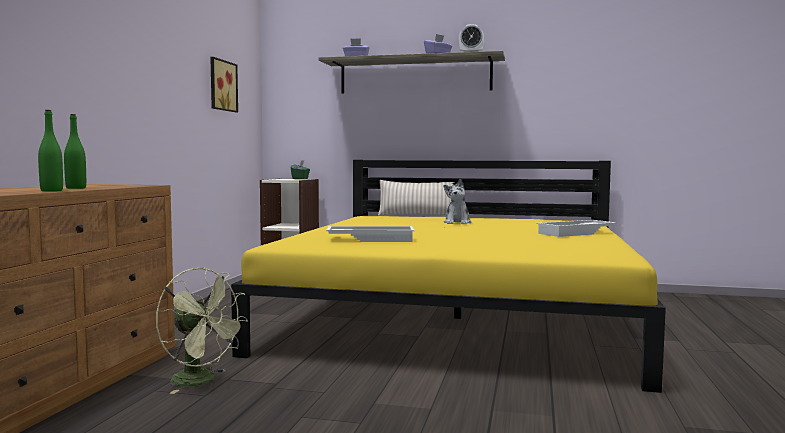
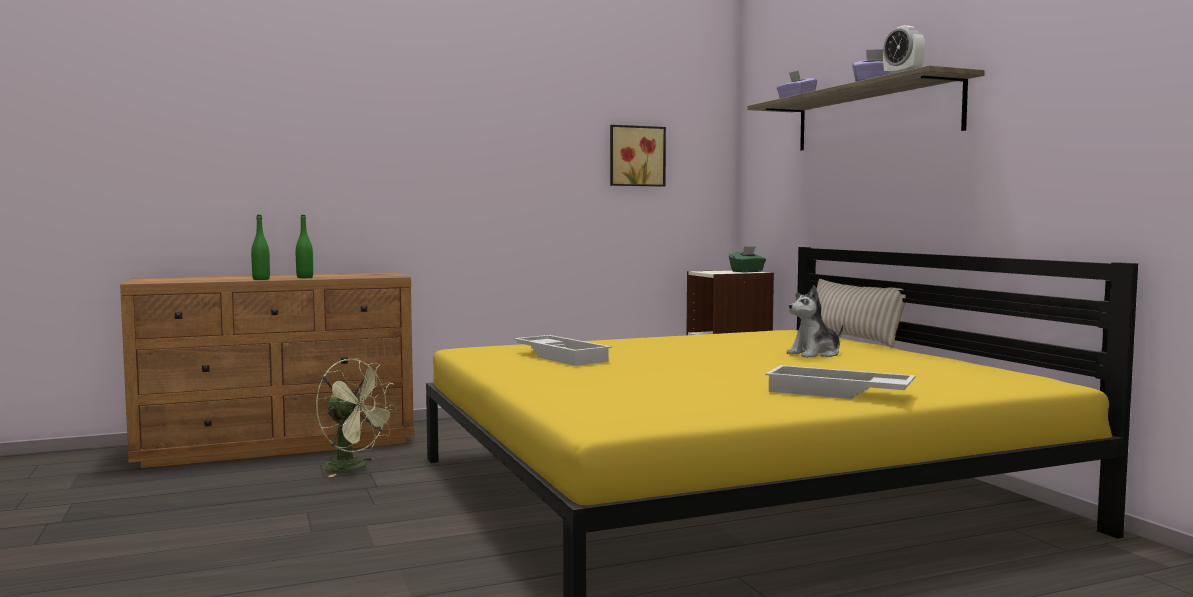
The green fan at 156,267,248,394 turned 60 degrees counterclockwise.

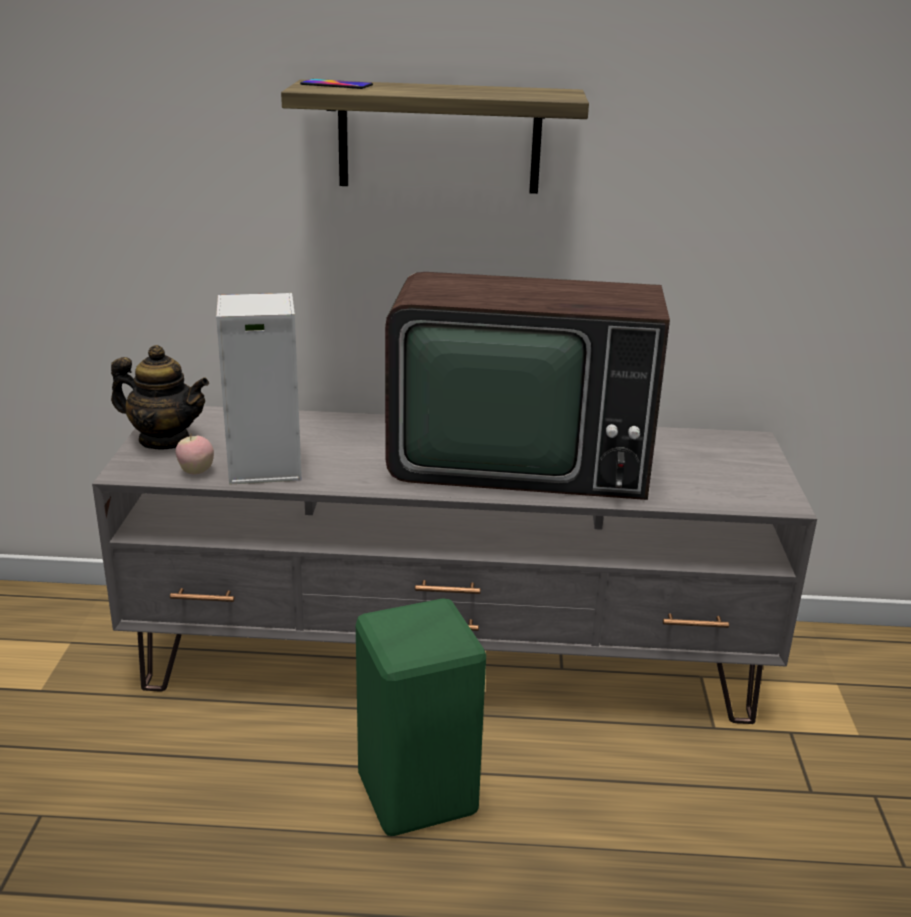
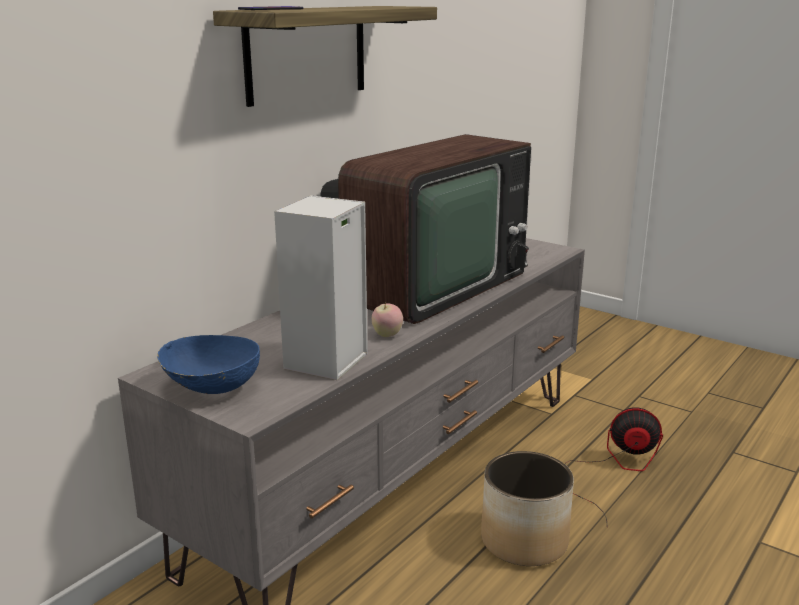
The teapot at 111,345,209,449 was replaced by the blue bowl at 157,335,260,394.
The apple moved from 176,435,214,474 to 372,301,403,337.
The green stool at 356,598,486,836 was replaced by the planter at 481,451,574,566.
The fan at 565,407,663,527 appeared.

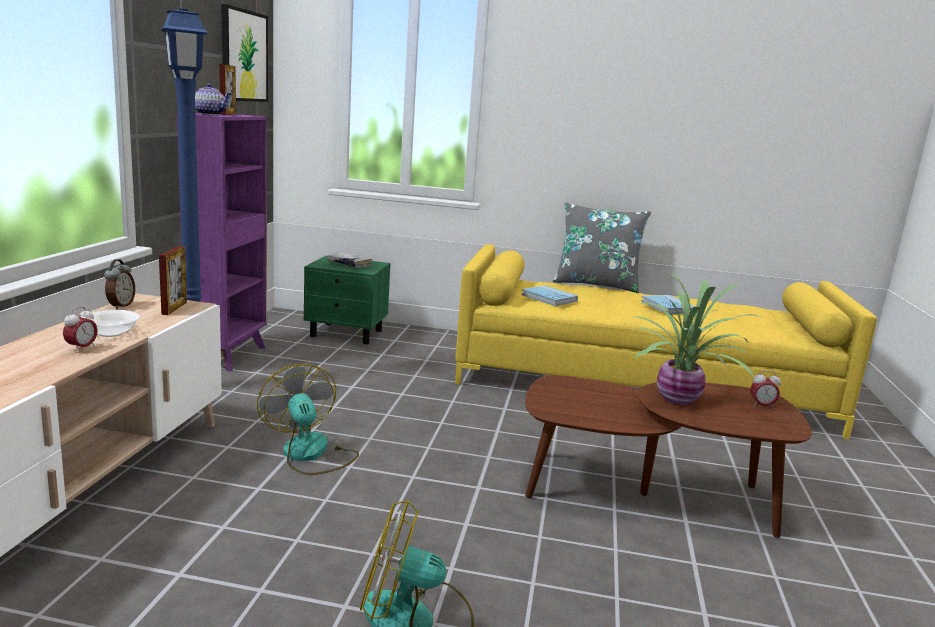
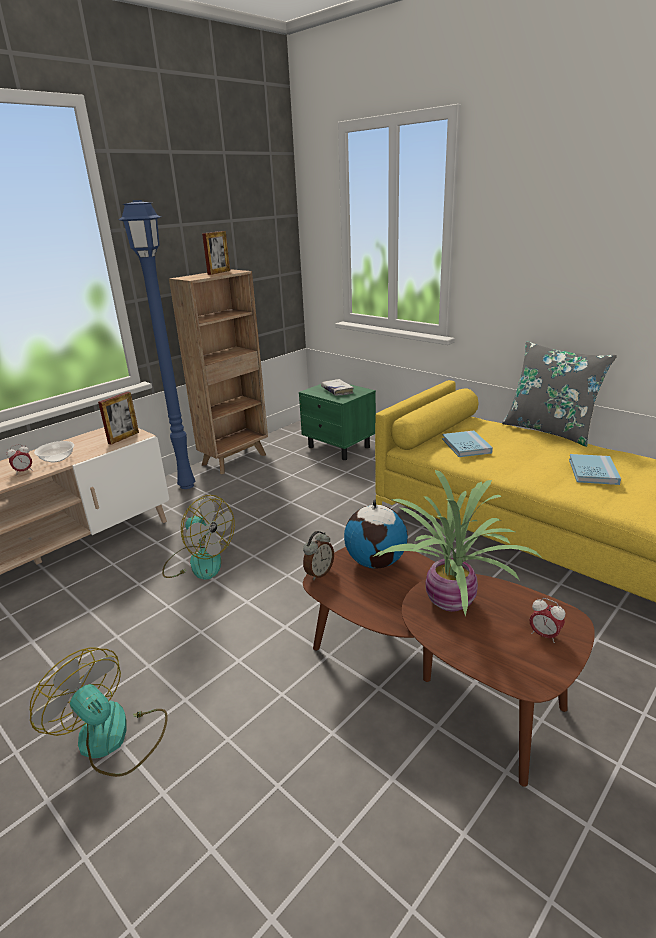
The alarm clock moved from 104,259,135,309 to 303,531,334,580.
The purple bookcase at 177,113,267,371 became the brown bookcase at 169,269,268,474.
The teapot at 195,84,233,115 disappeared.
The picture at 221,4,268,102 disappeared.
The fan at 257,364,359,475 turned 120 degrees clockwise.
The globe at 344,499,408,569 appeared.

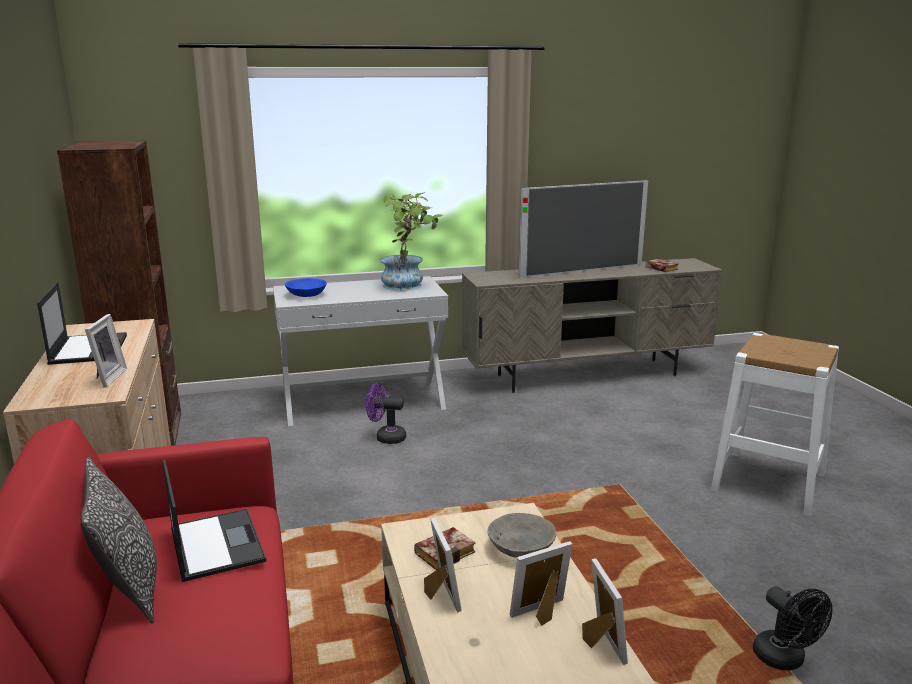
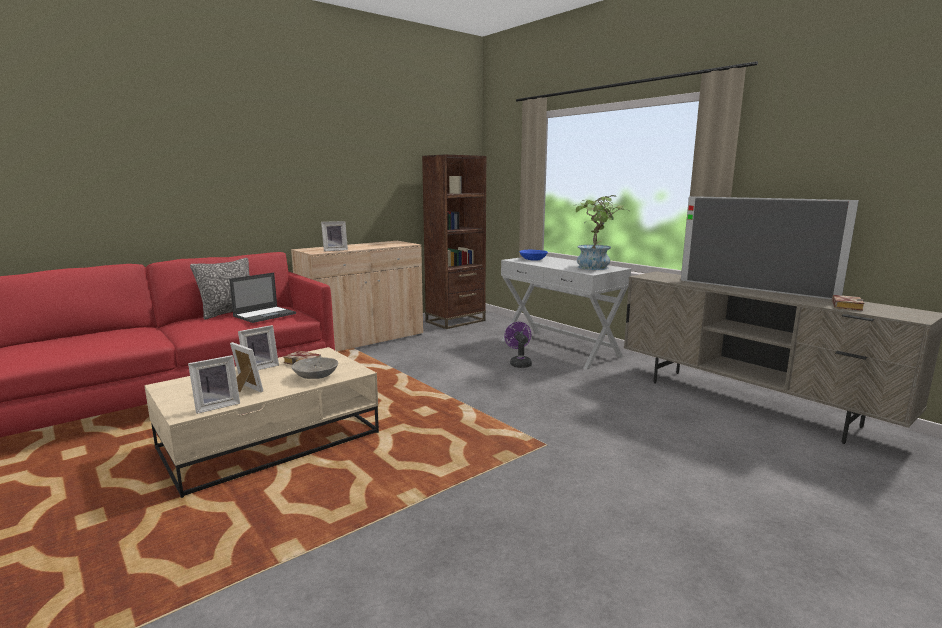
The laptop at 37,282,127,365 disappeared.
The white stool at 711,333,839,516 disappeared.
The black fan at 753,586,832,671 disappeared.

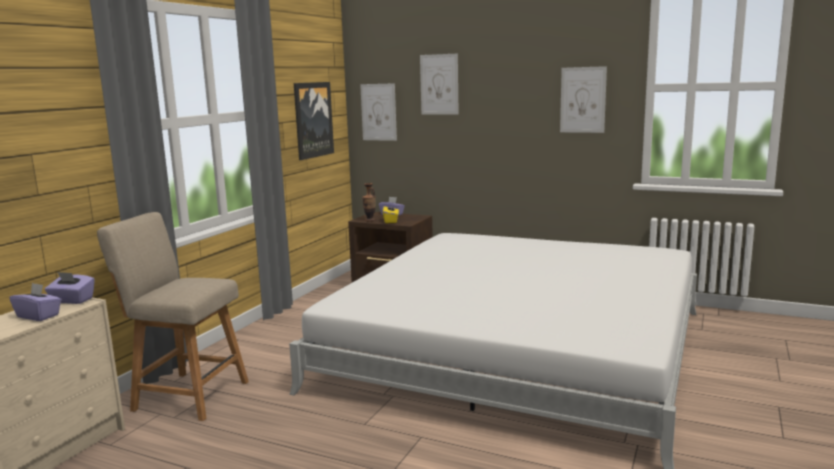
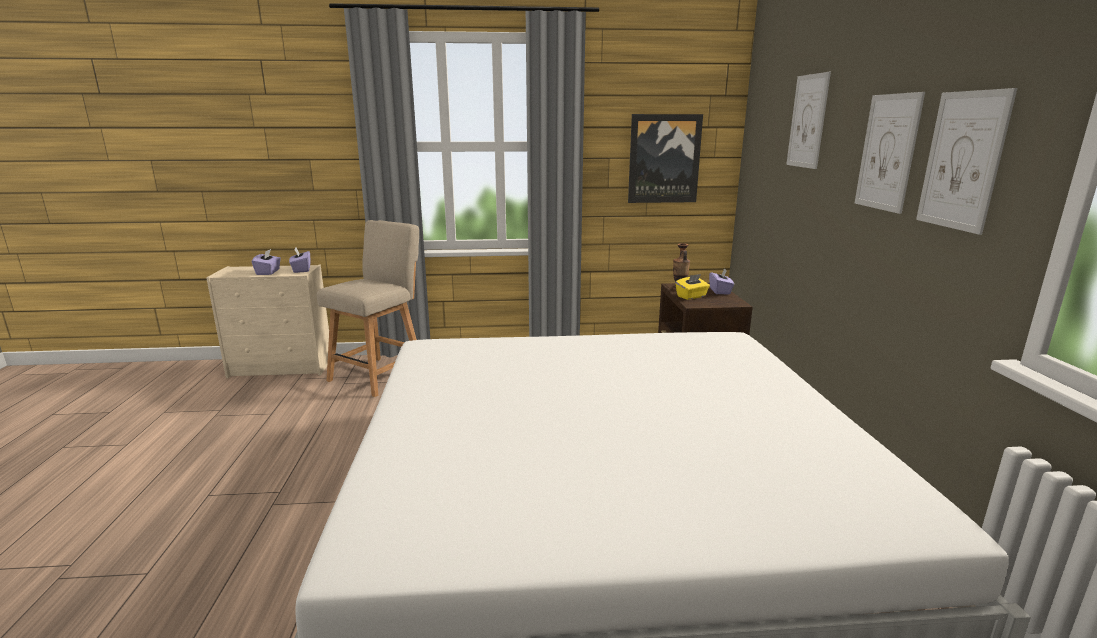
The beige chair at 97,212,249,421 turned 45 degrees clockwise.
The picture moved from 360,83,397,141 to 855,92,925,214.

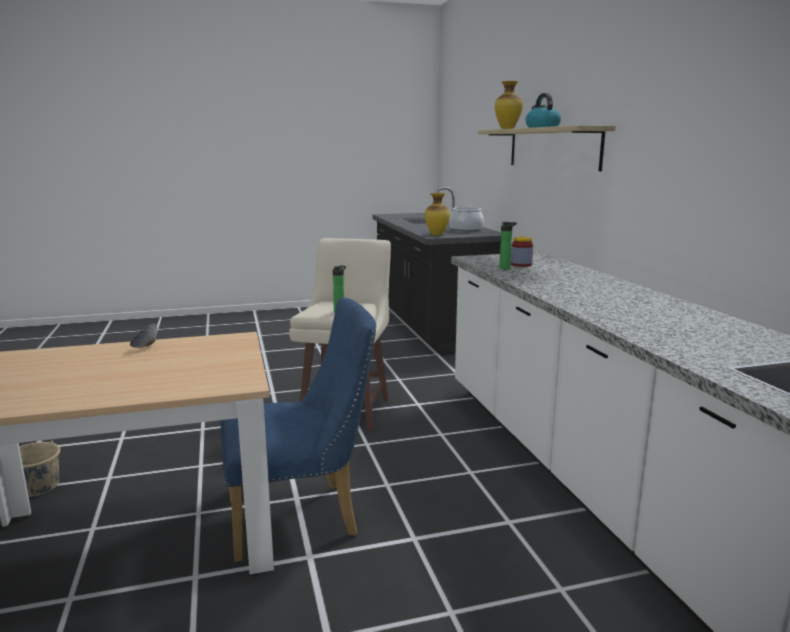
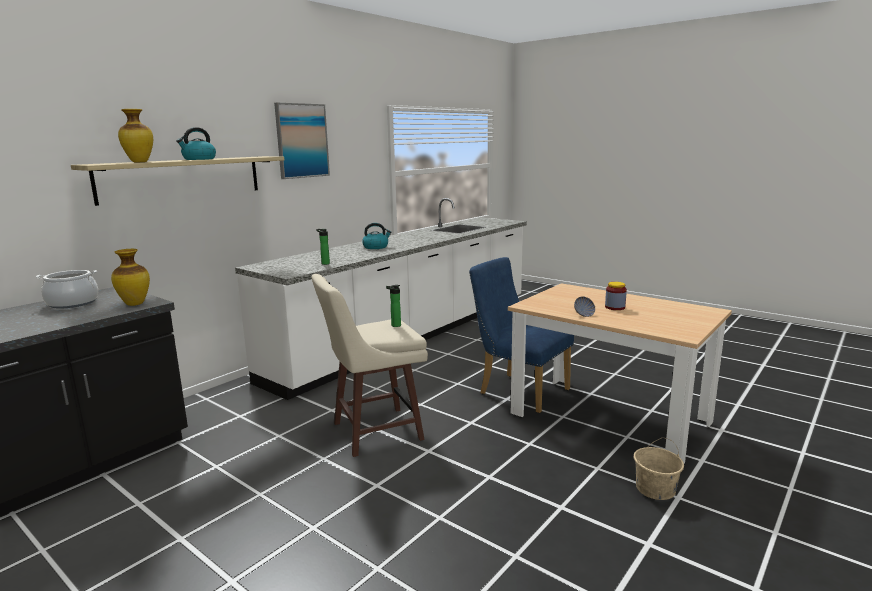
The jar moved from 511,237,533,267 to 605,282,627,310.
The picture at 274,103,330,179 appeared.
The kettle at 362,223,392,249 appeared.

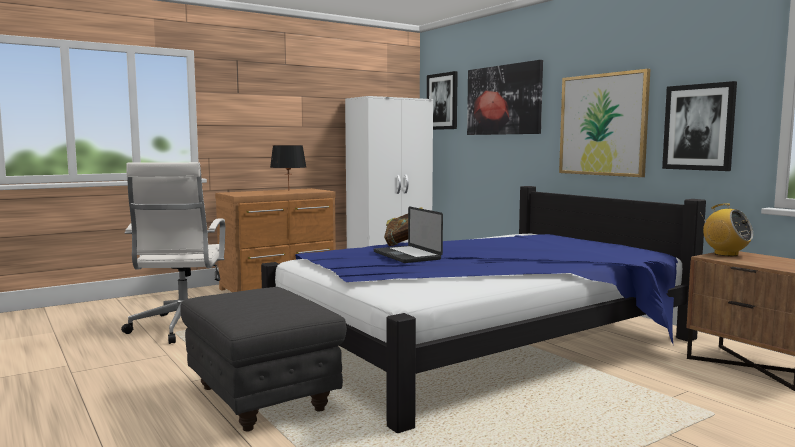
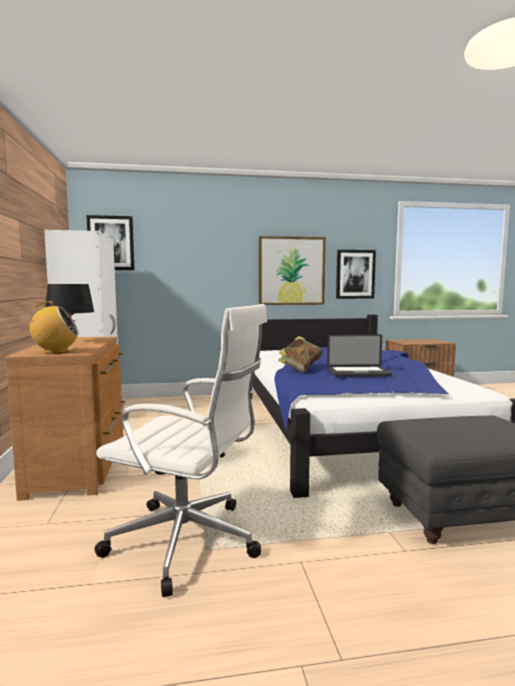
The picture at 467,60,543,135 disappeared.
The radio moved from 700,203,753,256 to 24,301,79,354.

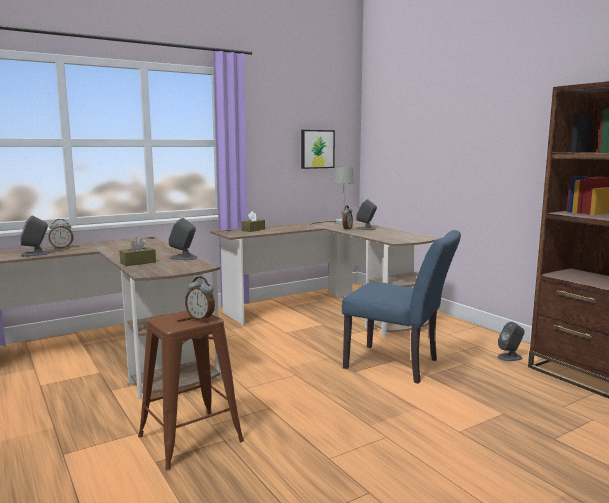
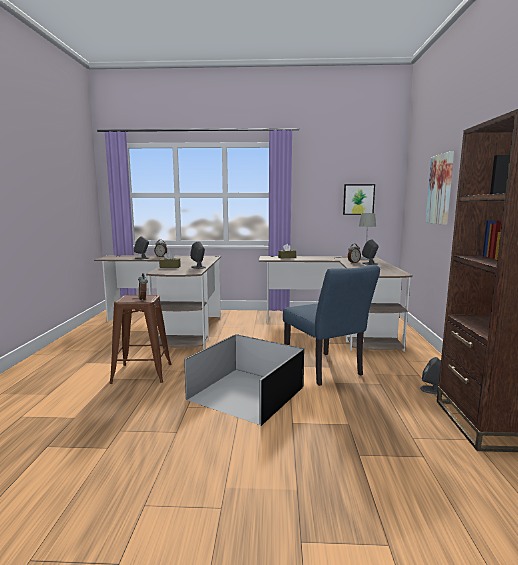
The black storage box at 184,334,304,426 appeared.
The picture at 426,151,454,225 appeared.

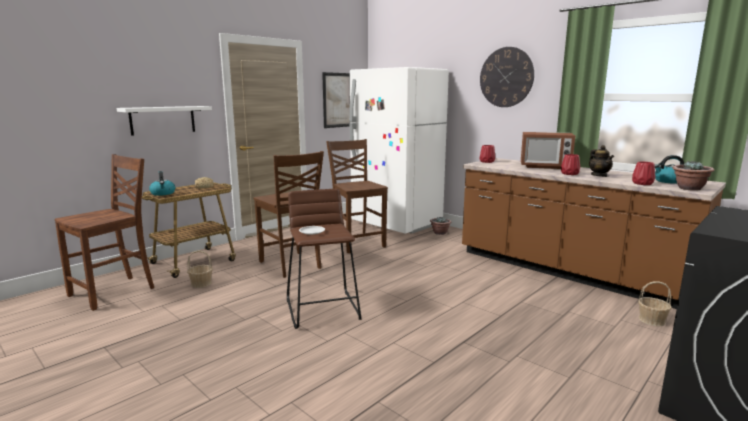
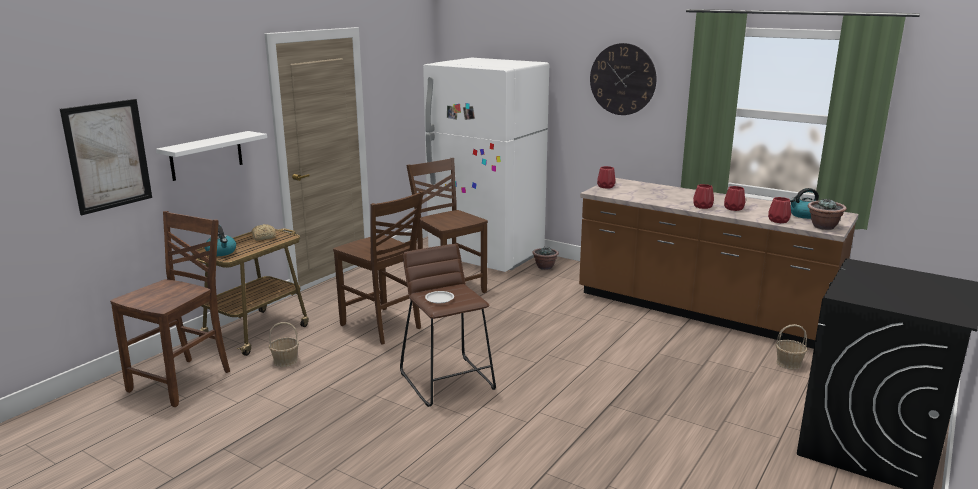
The picture moved from 322,72,350,128 to 60,99,152,215.
The microwave at 521,132,575,169 disappeared.
The teapot at 589,145,614,177 was replaced by the red vase at 724,186,745,211.

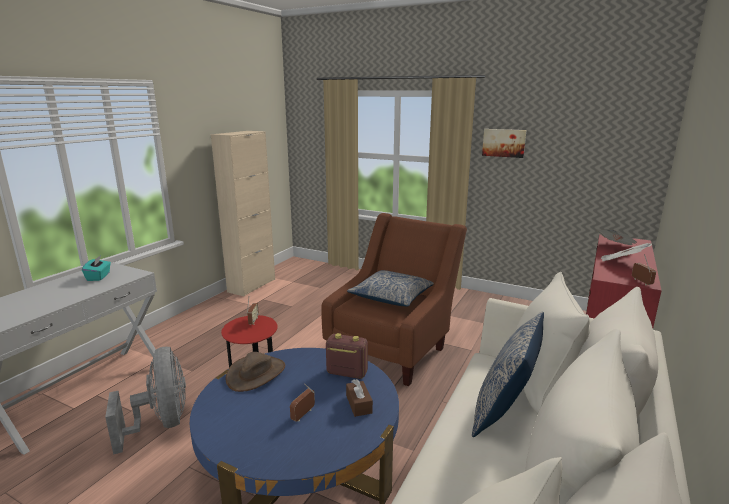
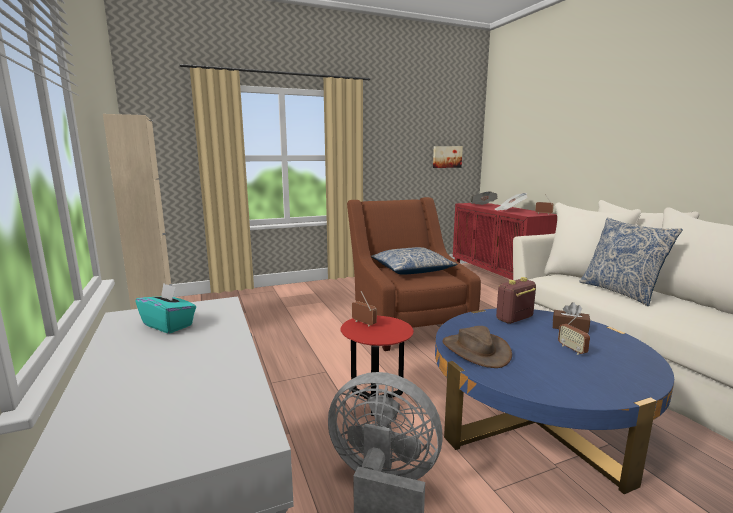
The picture moved from 482,129,526,158 to 433,146,463,168.

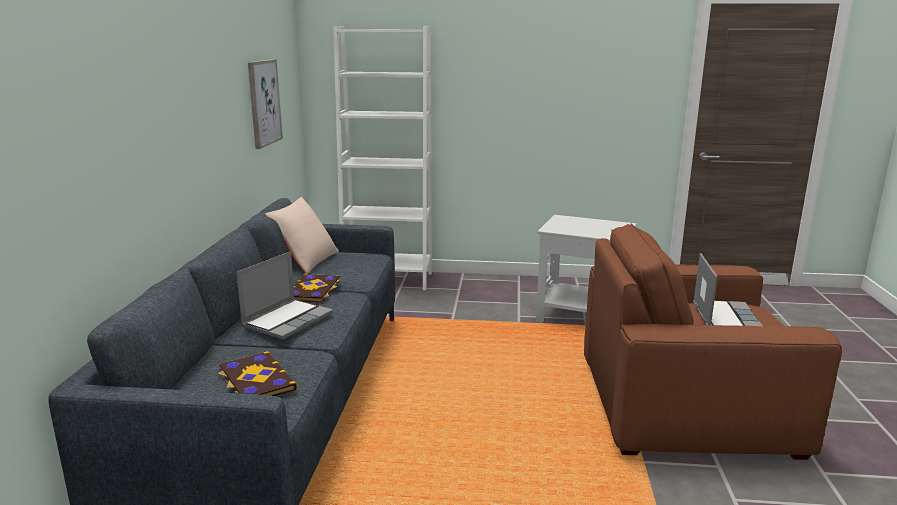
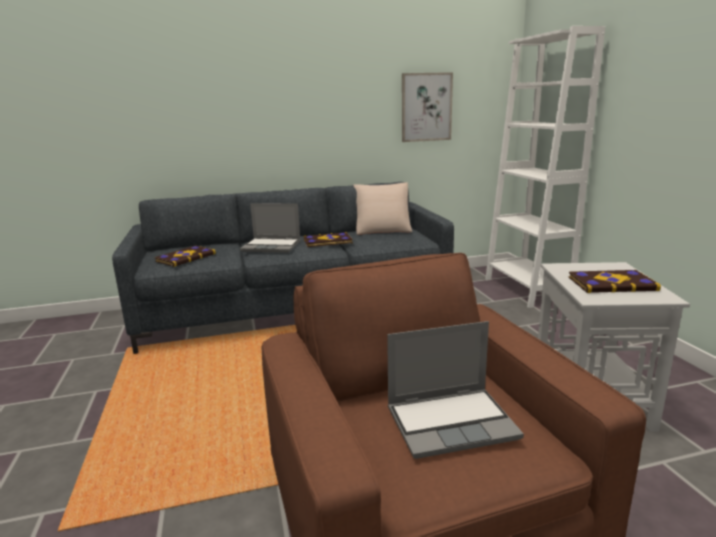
The book at 568,270,661,293 appeared.

